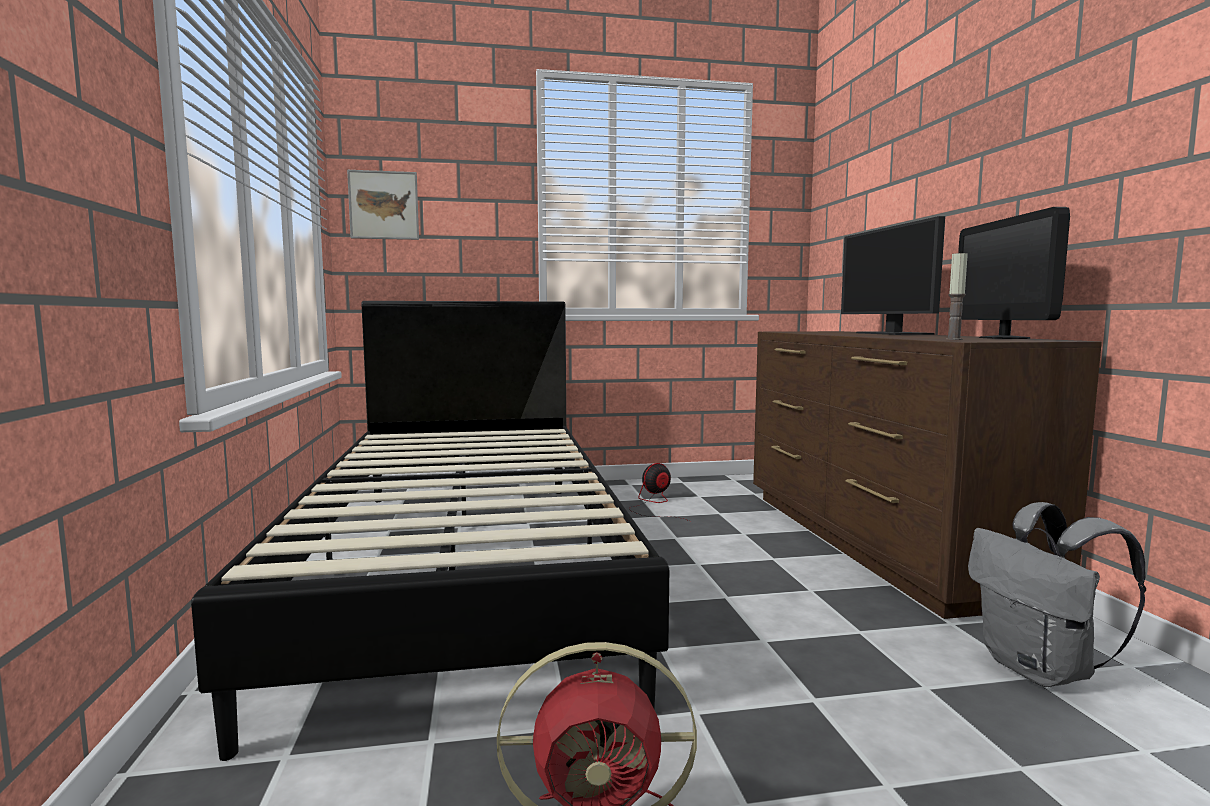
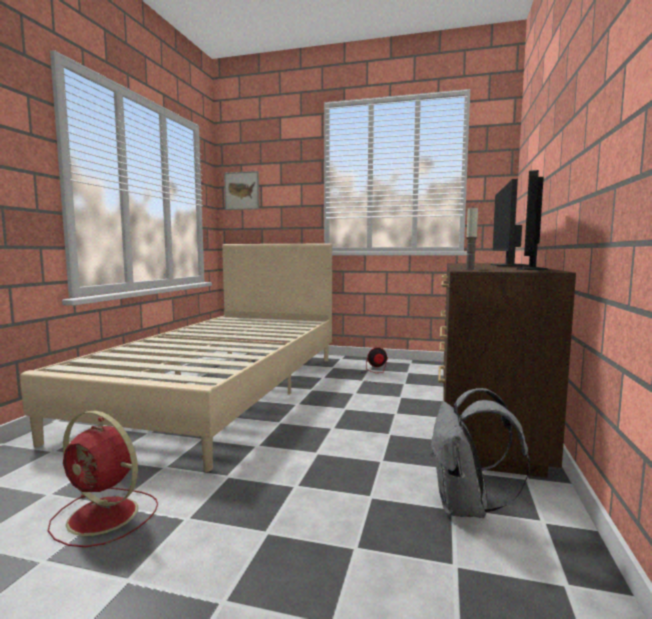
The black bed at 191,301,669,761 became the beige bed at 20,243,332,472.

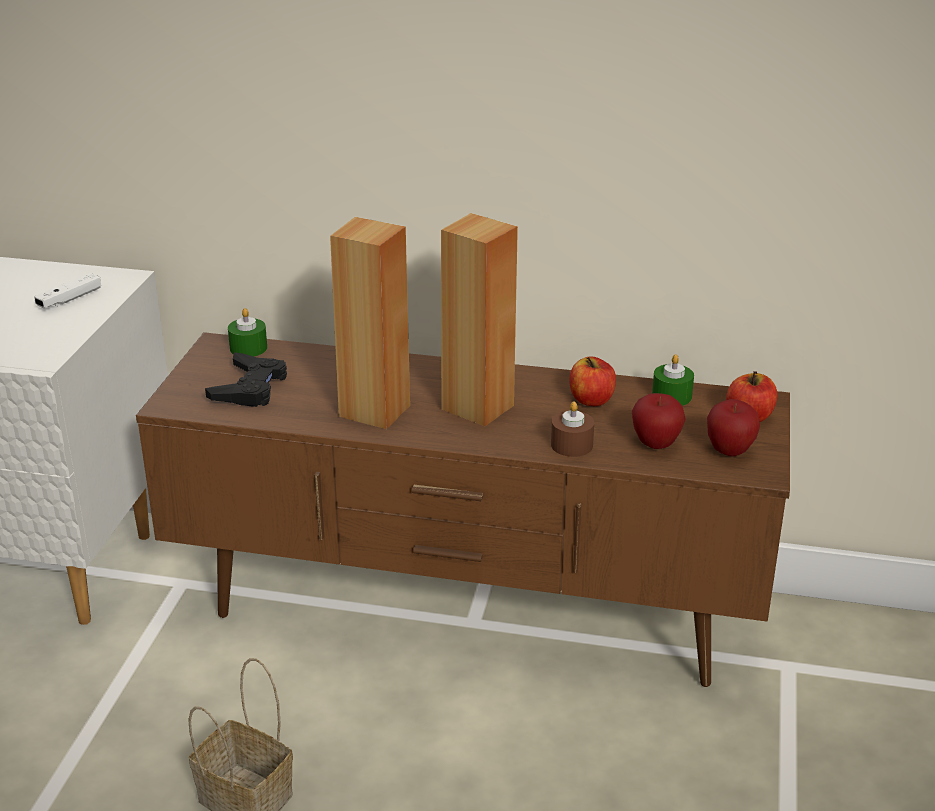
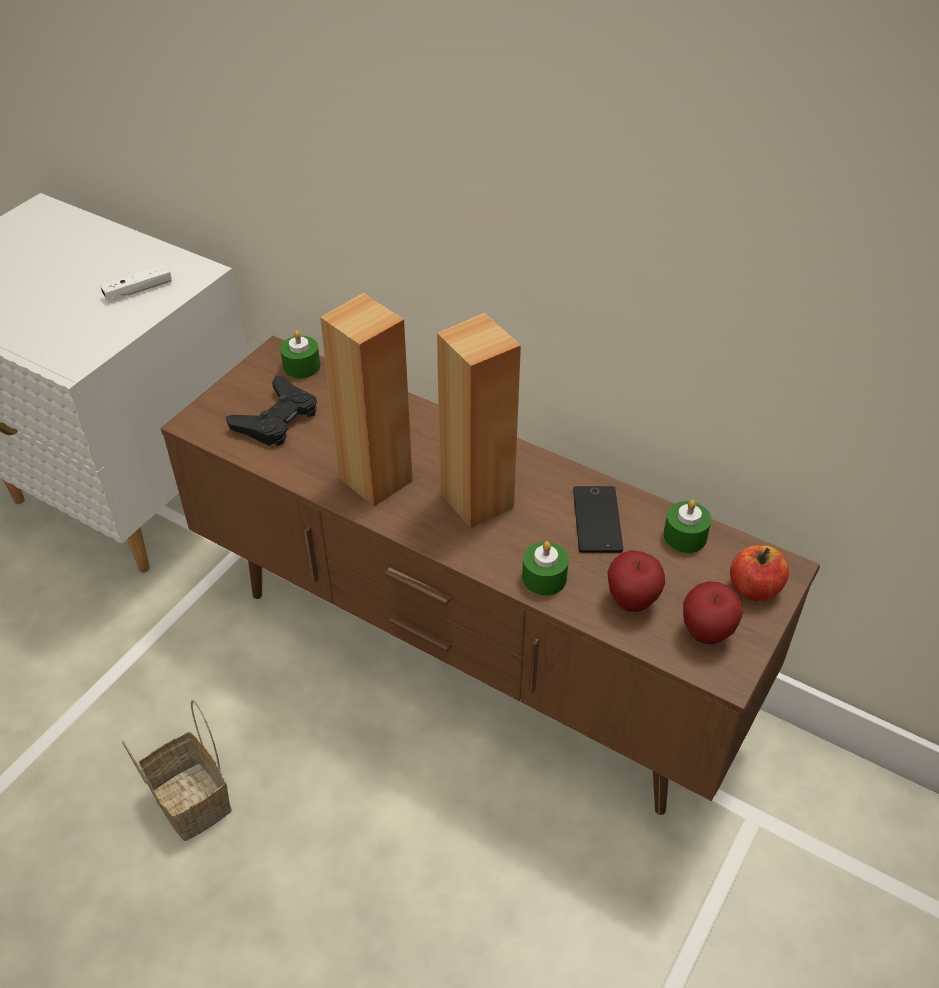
The brown candle at 551,401,594,457 became the green candle at 522,541,569,596.
The apple at 569,356,616,406 was replaced by the phone at 573,486,623,553.

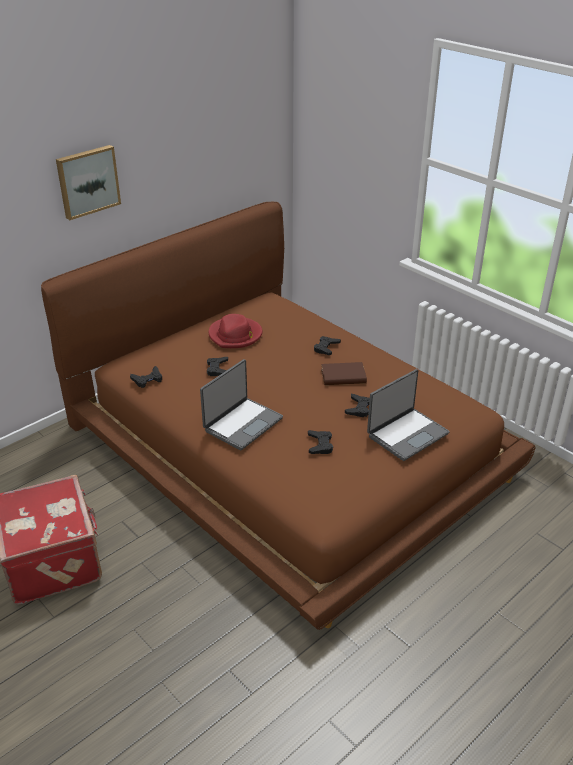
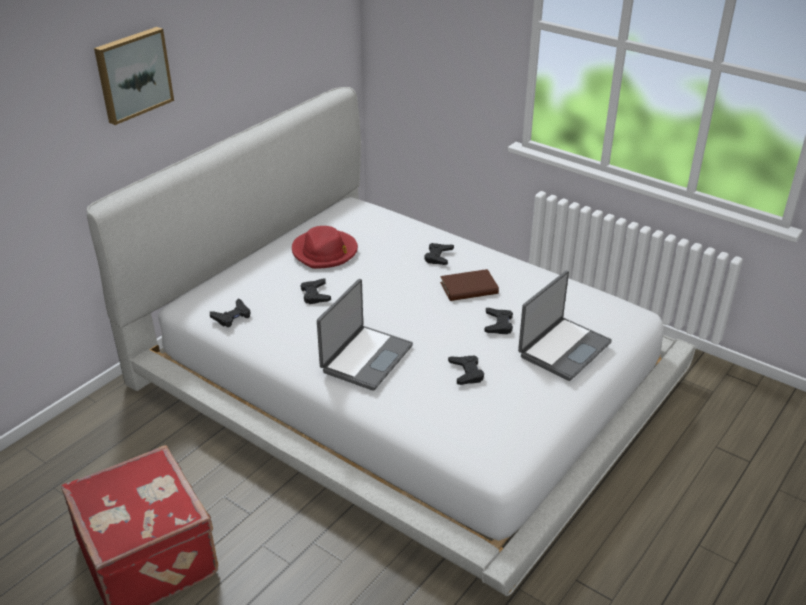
The brown bed at 41,202,536,630 became the white bed at 87,87,696,596.

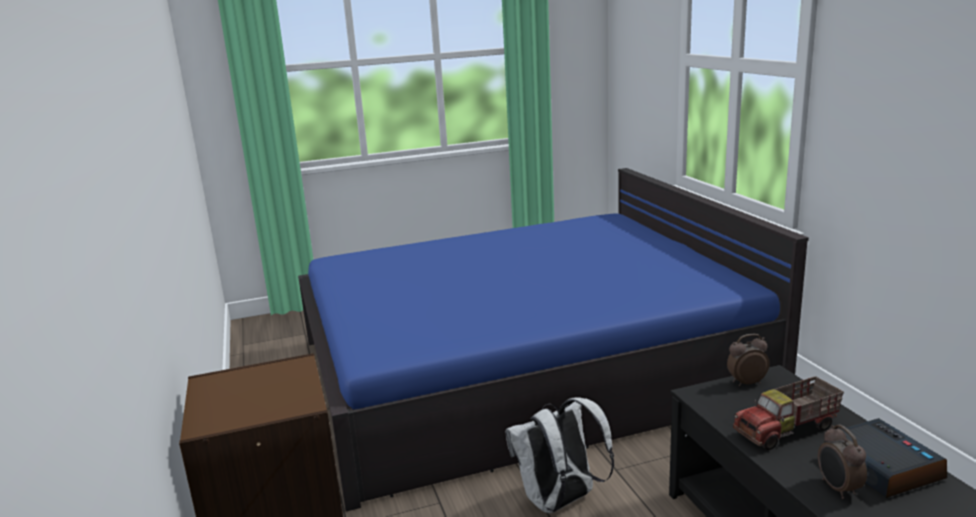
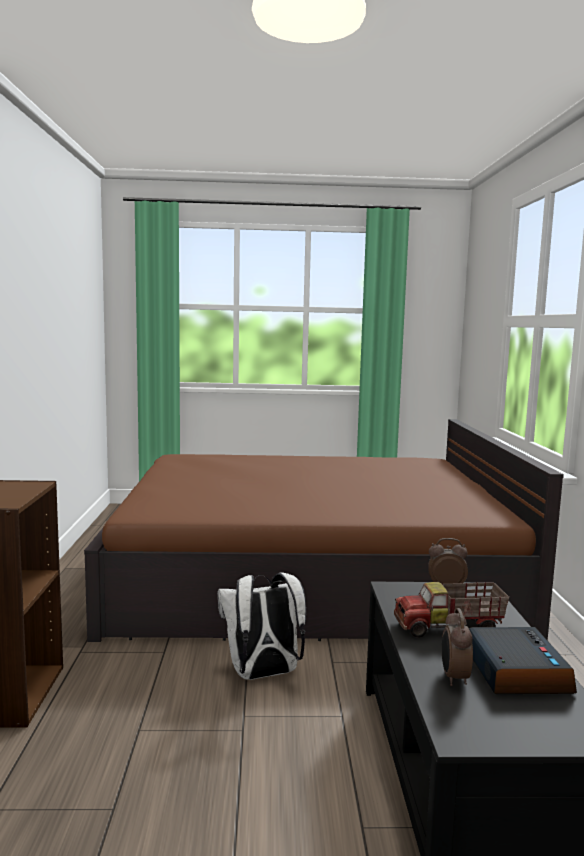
The blue bed at 298,168,809,512 became the brown bed at 84,419,564,642.

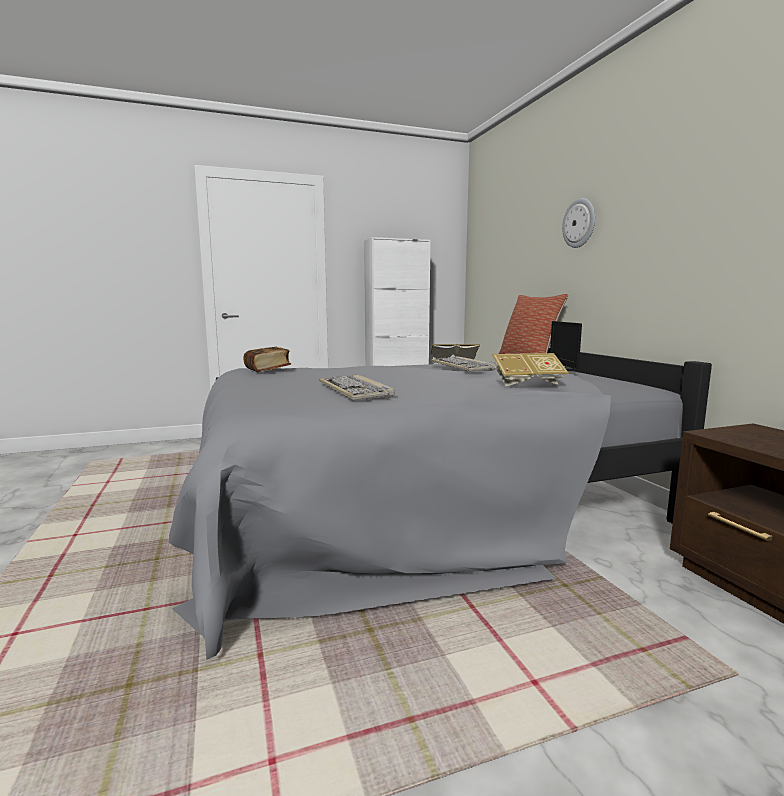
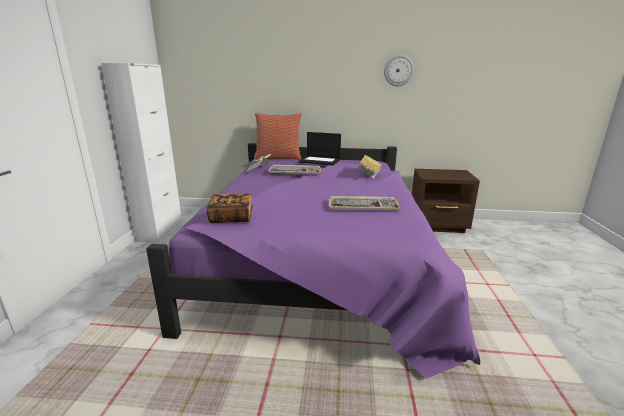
The grey bed at 169,348,712,660 became the purple bed at 146,143,480,379.
The wall clock moved from 562,198,595,248 to 384,55,414,86.

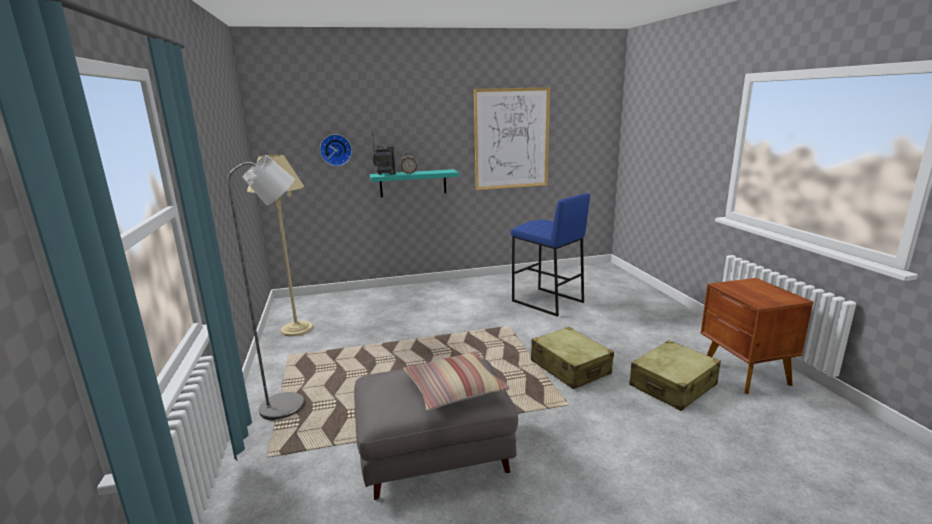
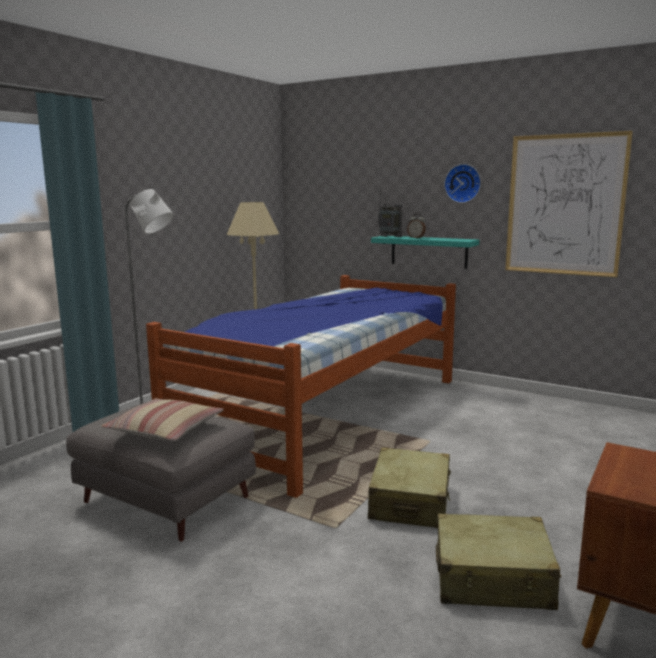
The wall clock moved from 320,134,352,166 to 444,164,481,203.
The blue stool at 511,193,590,317 disappeared.
The bed at 146,275,456,498 appeared.

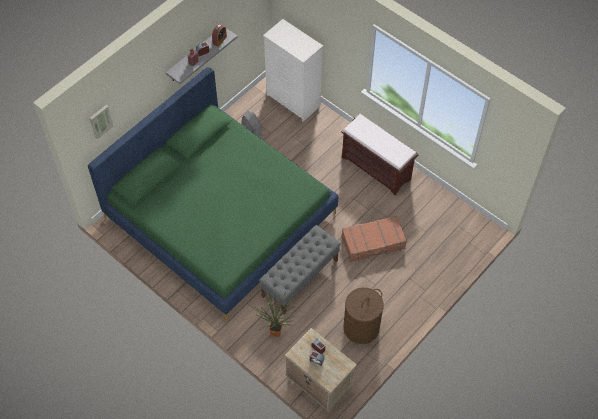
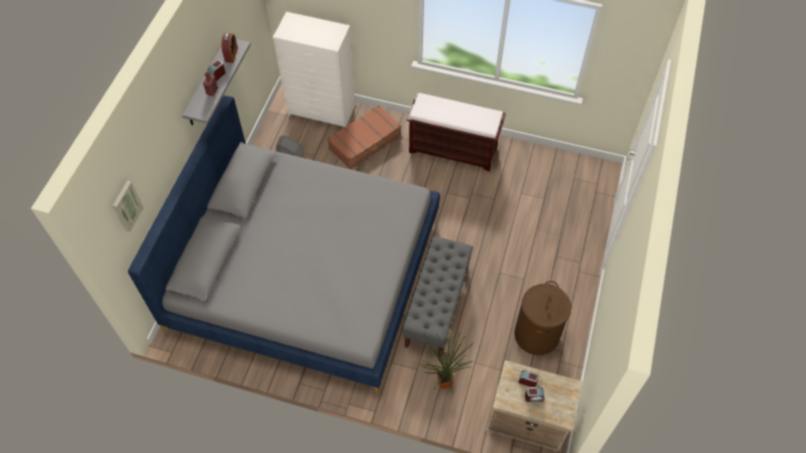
The green bed at 88,67,339,320 became the grey bed at 128,96,440,394.
The brown suitcase moved from 341,215,407,262 to 327,105,401,169.

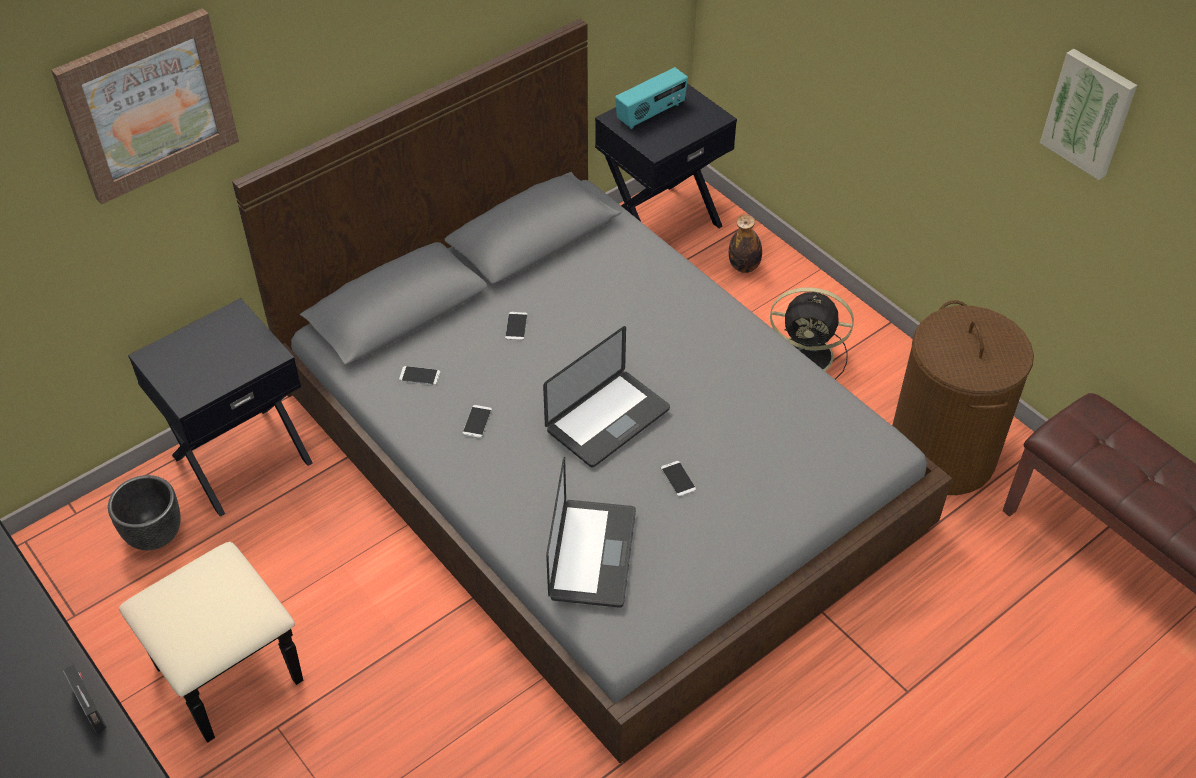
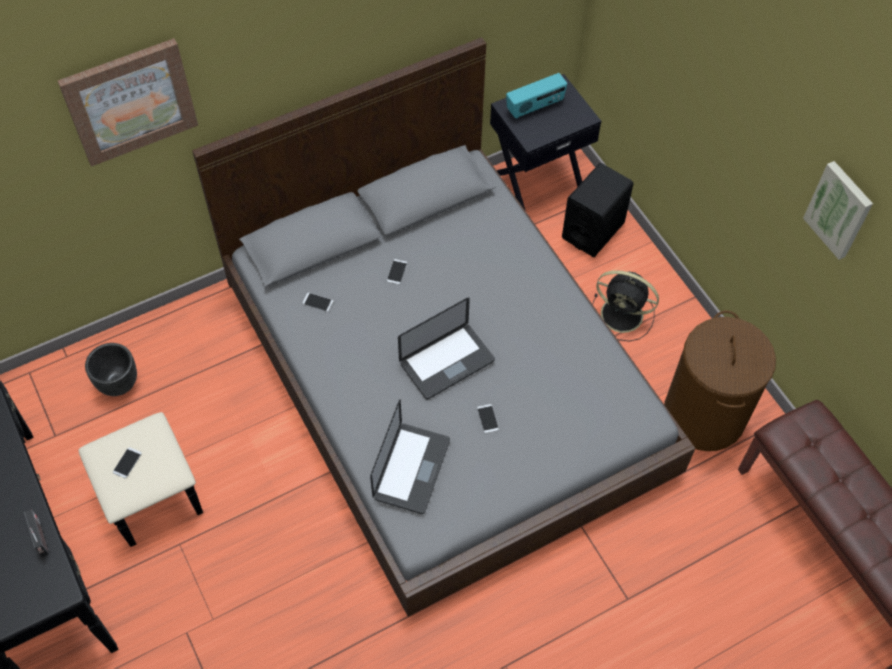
The black nightstand at 128,298,313,517 disappeared.
The phone moved from 463,405,492,438 to 113,447,142,478.
The bottle at 729,215,762,273 was replaced by the black speaker at 562,163,634,257.

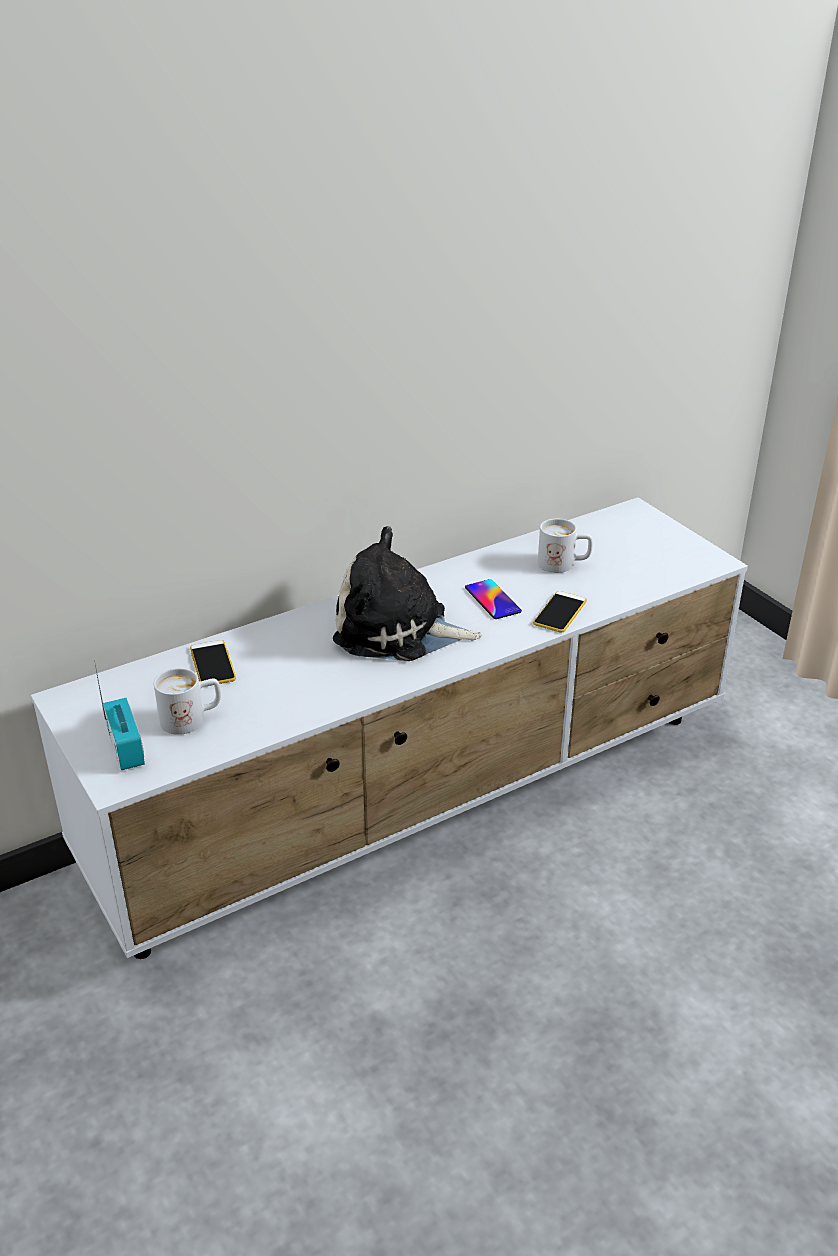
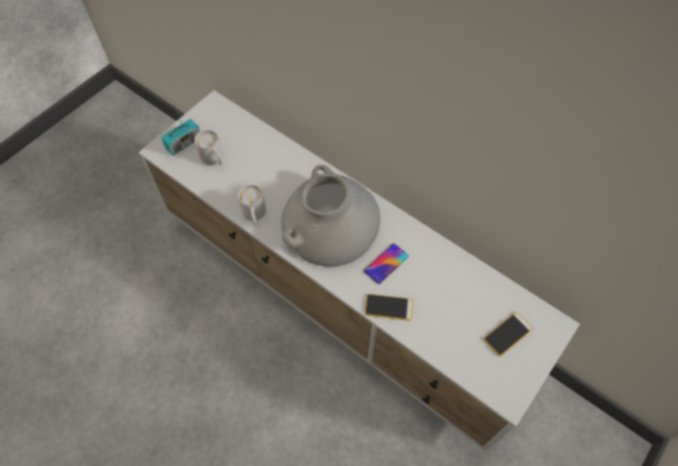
The phone moved from 190,640,236,687 to 484,312,533,356.
The plush toy at 333,526,482,661 was replaced by the grey vase at 281,165,380,267.
The white mug moved from 538,518,593,573 to 238,184,266,225.

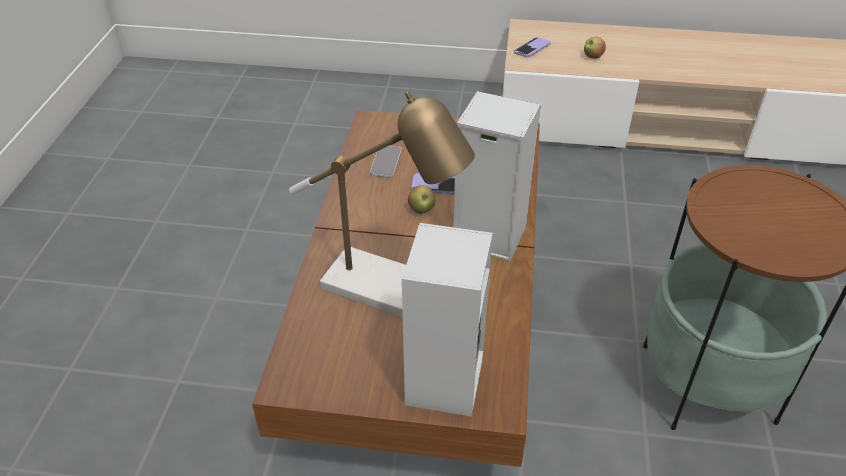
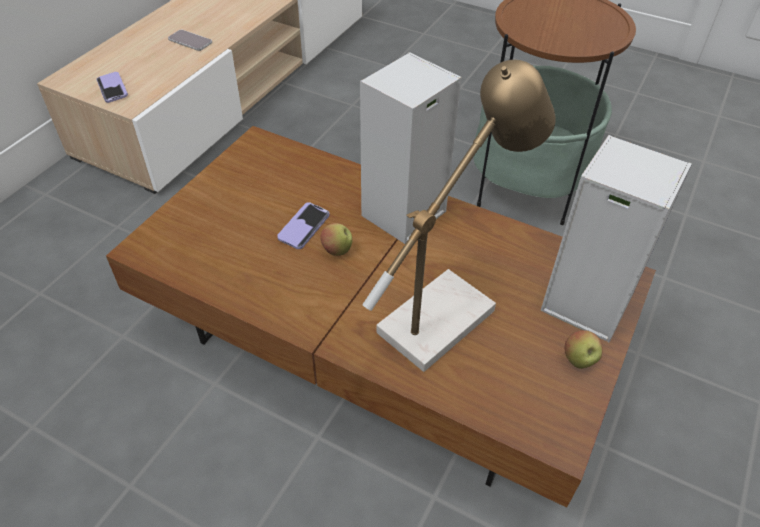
The phone moved from 370,146,402,178 to 168,30,212,51.
The apple moved from 584,37,606,59 to 565,330,602,369.

